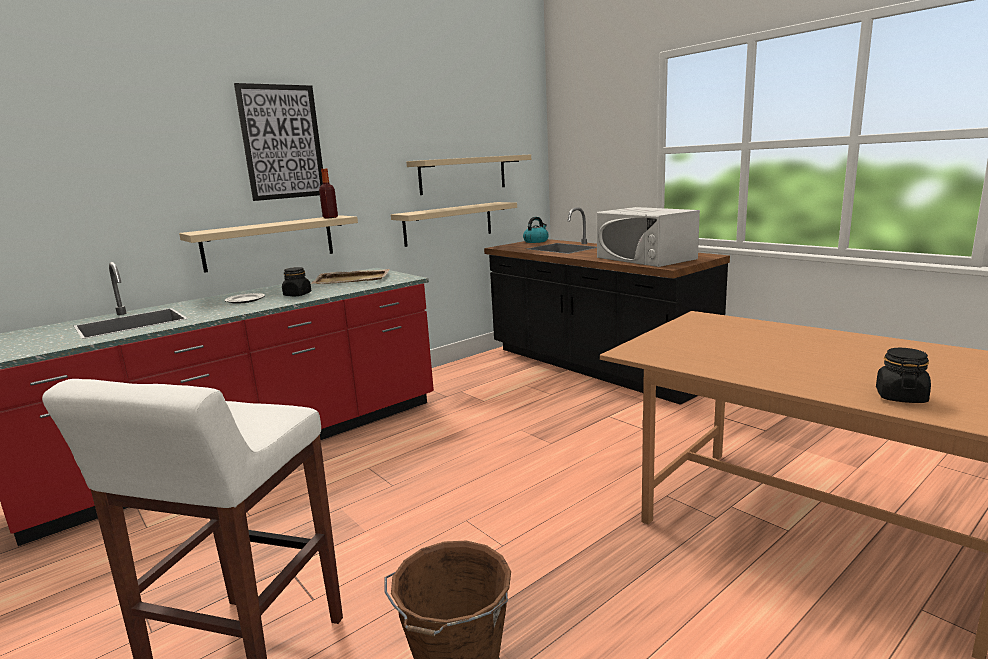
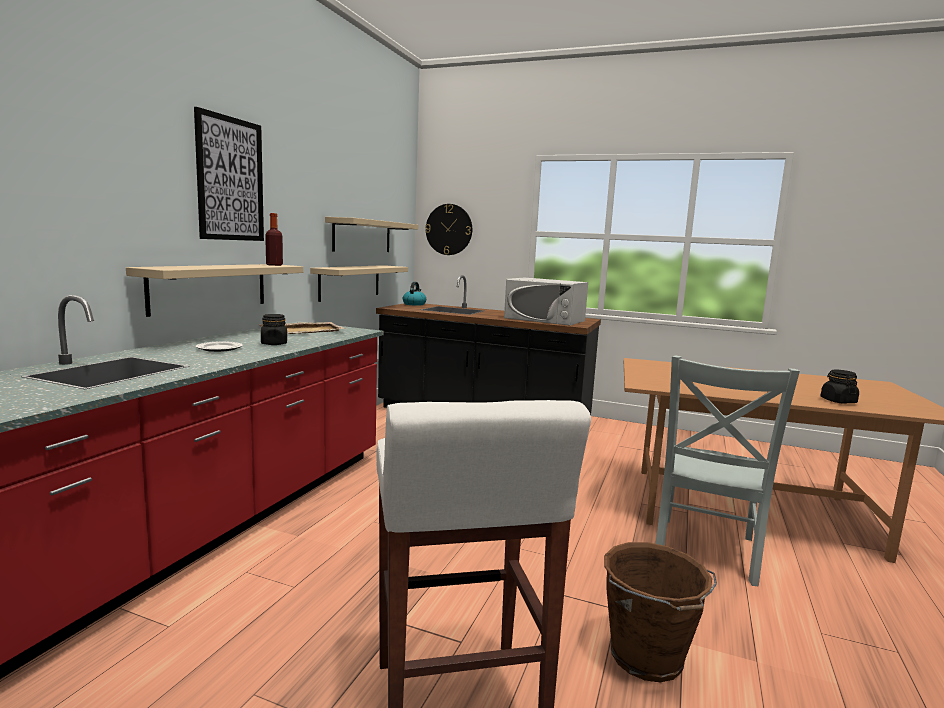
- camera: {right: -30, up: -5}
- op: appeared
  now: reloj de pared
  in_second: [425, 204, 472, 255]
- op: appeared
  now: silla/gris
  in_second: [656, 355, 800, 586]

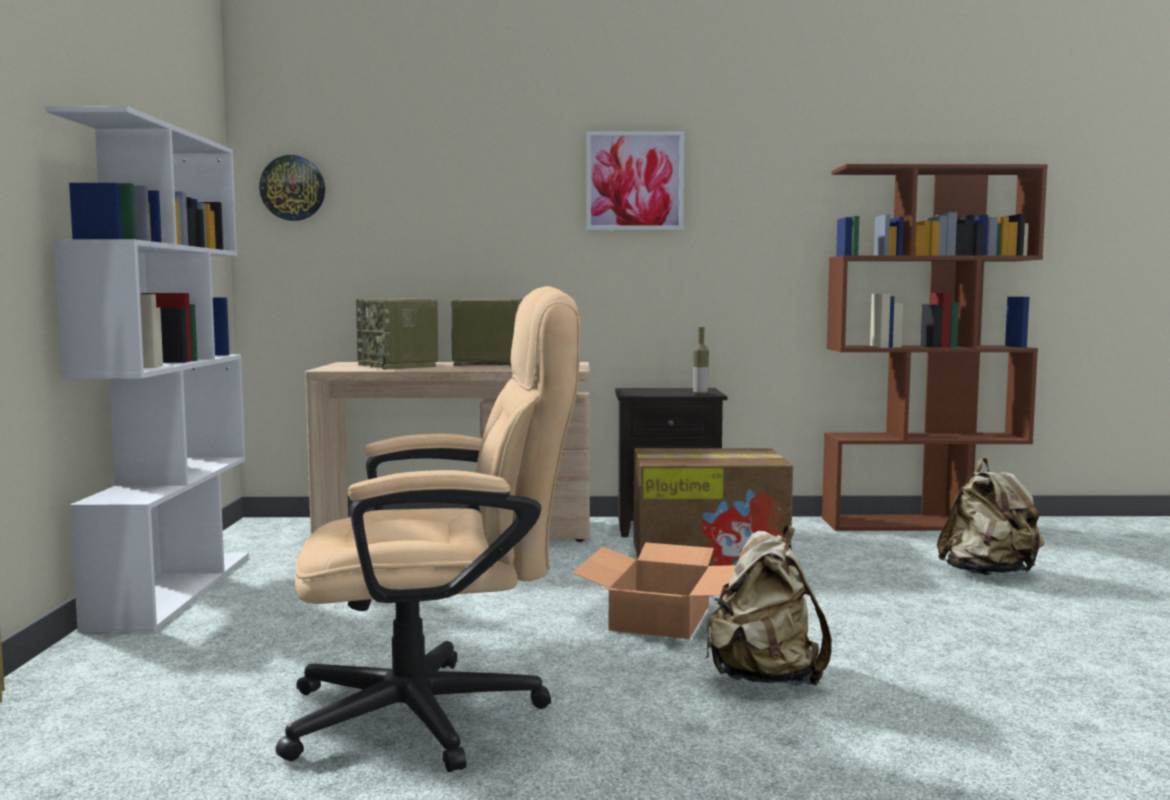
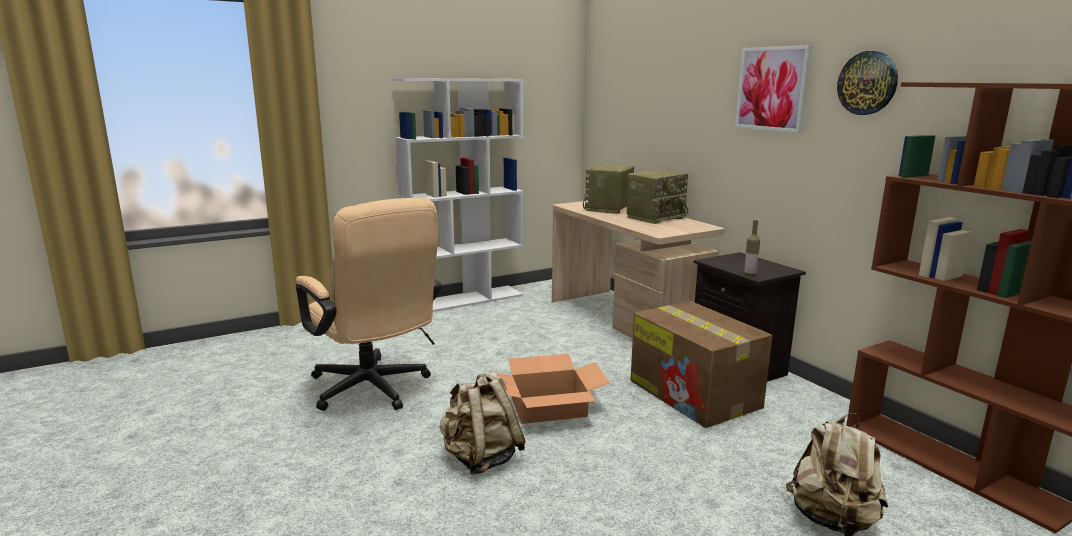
- camera: {right: 60, up: 10}
- op: relocated
  was: reloj de pared
  in_first: [259, 155, 325, 221]
  in_second: [837, 51, 898, 115]
- op: spun
  was: radio
  in_first: [451, 299, 523, 366]
  in_second: [627, 170, 688, 224]
  clockwise: 75

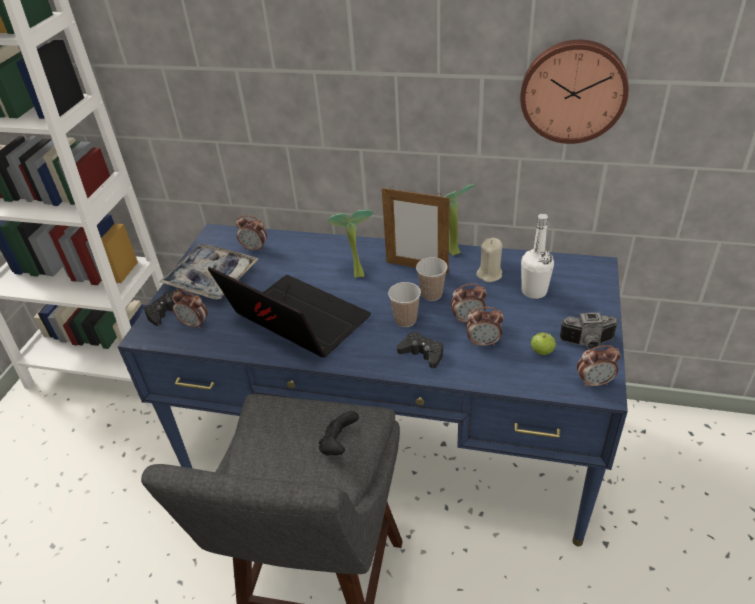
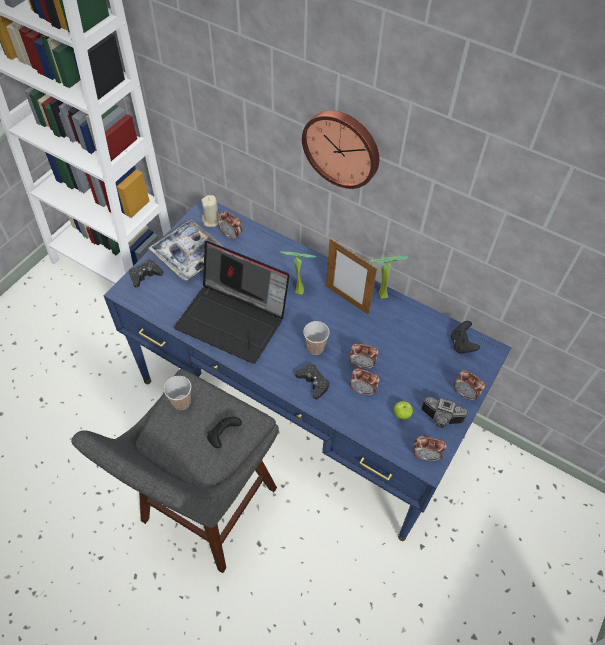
- camera: {right: 15, up: 15}
- op: missing
  was: botella/blanco
  in_first: [521, 214, 554, 299]
- op: appeared
  now: mando de consola/negro
  in_second: [451, 321, 480, 354]
- op: relocated
  was: despertador
  in_first: [172, 289, 208, 329]
  in_second: [454, 370, 485, 401]
- op: relocated
  was: taza
  in_first: [416, 257, 447, 301]
  in_second: [164, 376, 192, 410]
- op: relocated
  was: vela/beis
  in_first: [476, 237, 502, 282]
  in_second: [201, 195, 220, 227]
- op: relocated
  was: reloj de pared
  in_first: [520, 40, 629, 144]
  in_second: [302, 110, 379, 189]
- op: spun
  was: portátil
  in_first: [208, 267, 371, 357]
  in_second: [174, 241, 290, 364]
  clockwise: 150

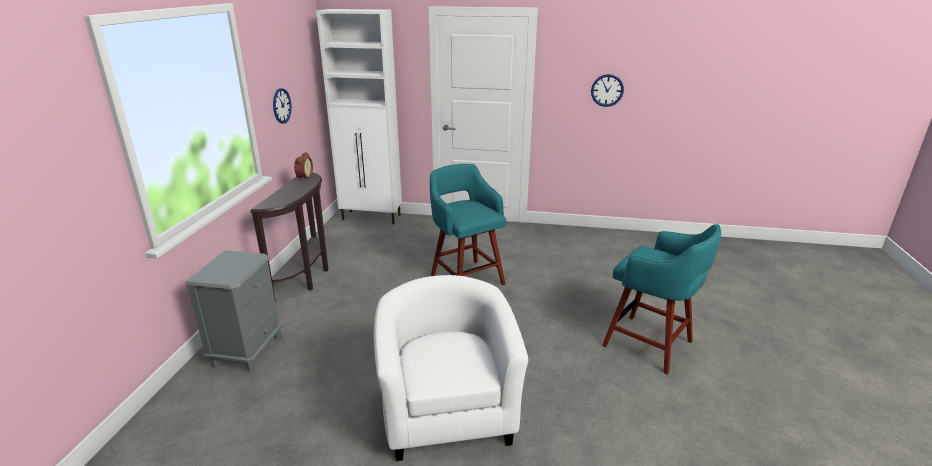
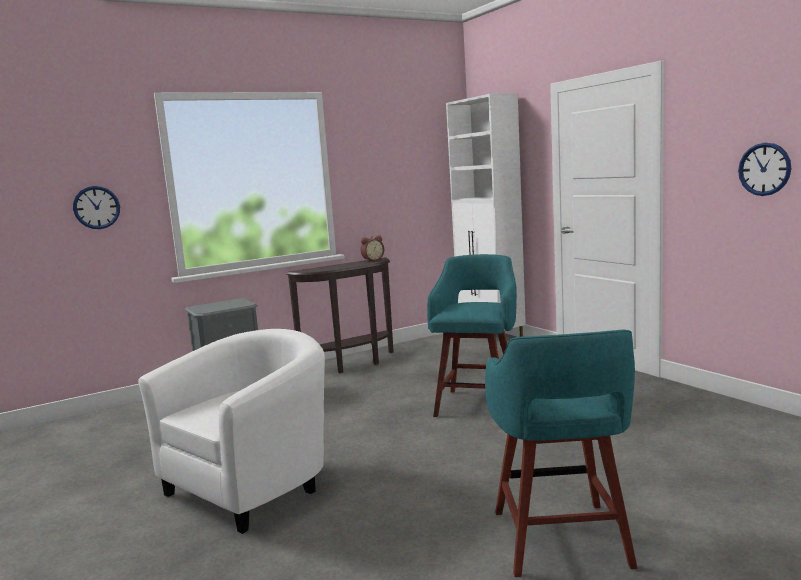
- camera: {right: 50, up: -15}
- op: relocated
  was: reloj de pared
  in_first: [273, 88, 292, 124]
  in_second: [73, 186, 120, 229]

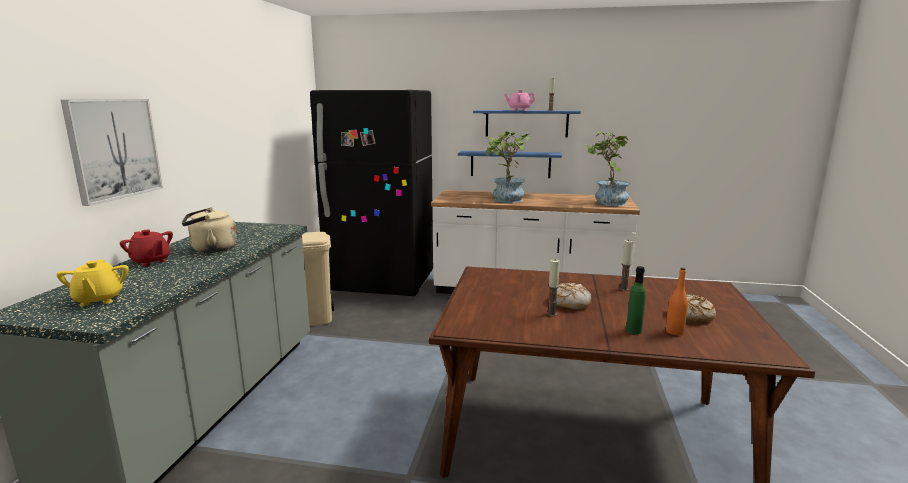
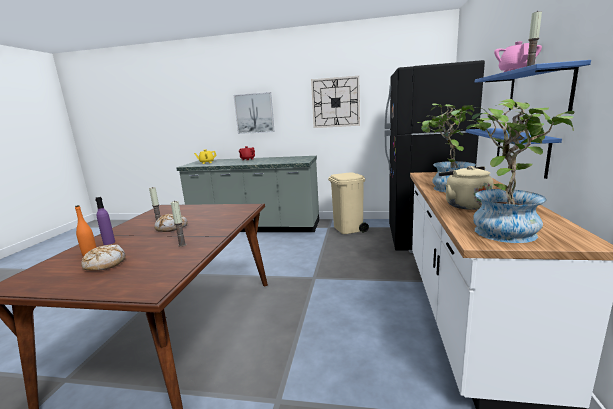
- camera: {right: 90, up: 0}
- op: appeared
  now: reloj de pared
  in_second: [311, 76, 360, 128]
- op: relocated
  was: hervidor/beis
  in_first: [182, 208, 237, 253]
  in_second: [439, 166, 493, 210]
- op: colour
  was: botella/verde
  now: botella/morado
  in_first: [626, 266, 646, 334]
  in_second: [95, 197, 115, 245]

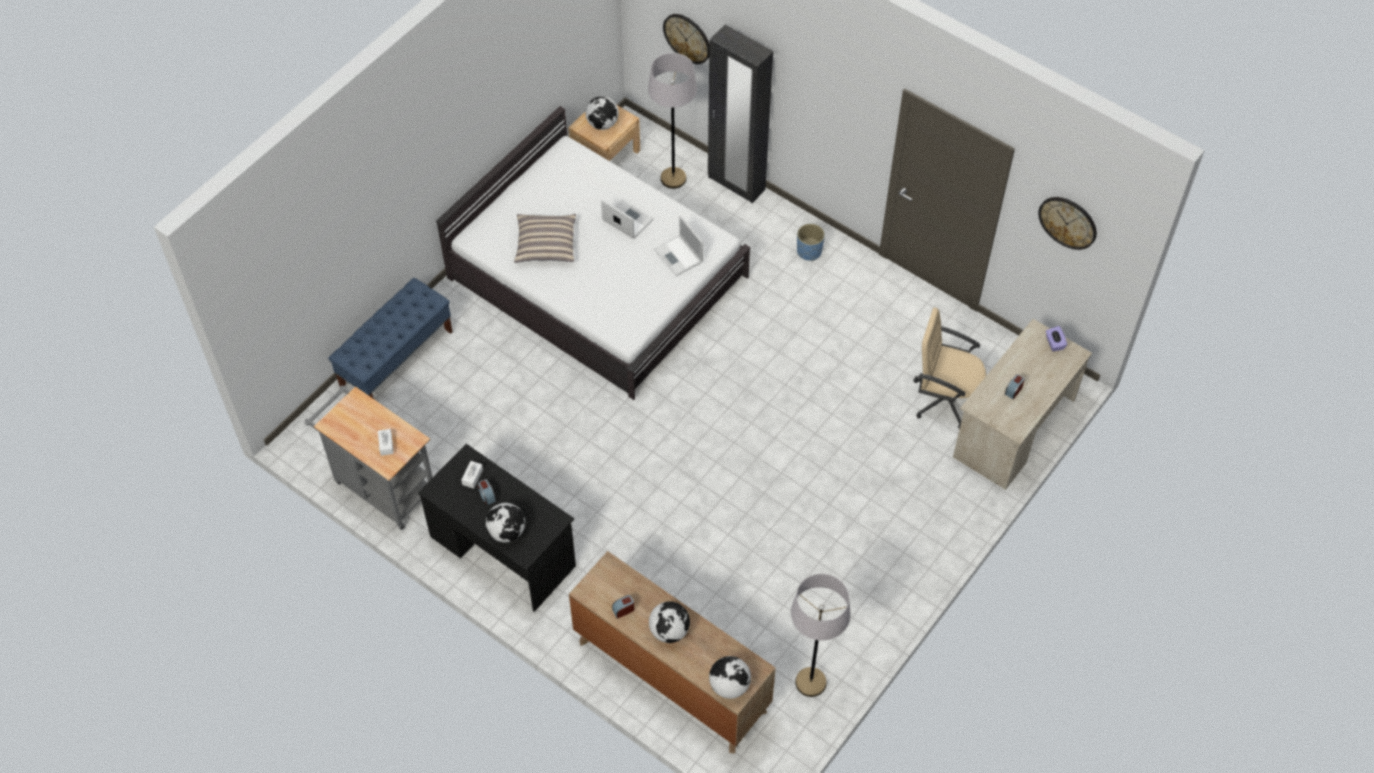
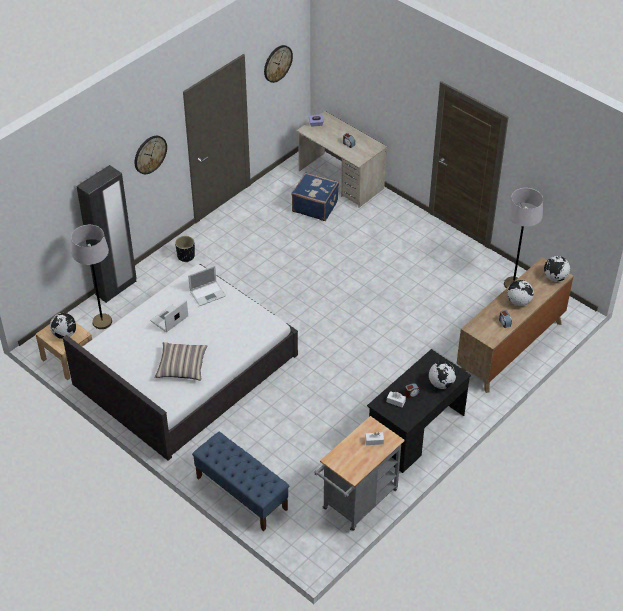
- camera: {right: -85, up: -10}
- op: relocated
  was: reloj de pared
  in_first: [663, 14, 710, 64]
  in_second: [135, 136, 167, 174]
- op: exchanged
  was: silla de oficina/beis
  now: maleta/azul
  in_first: [914, 308, 986, 429]
  in_second: [291, 172, 339, 221]
- op: colour
  was: maceta/azul
  now: maceta/negro
  in_first: [797, 224, 825, 261]
  in_second: [175, 236, 195, 262]

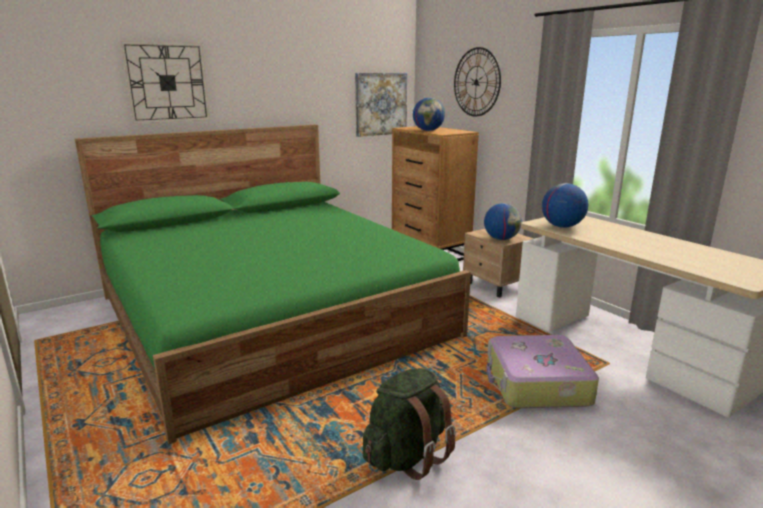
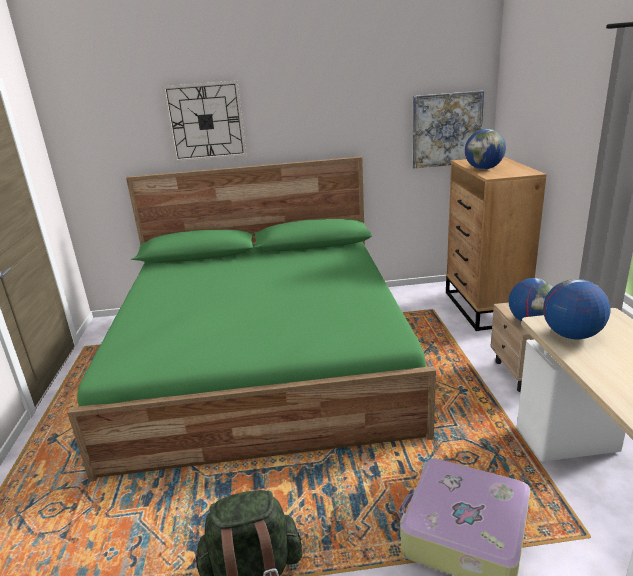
- camera: {right: 30, up: 5}
- op: missing
  was: reloj de pared
  in_first: [454, 47, 501, 116]

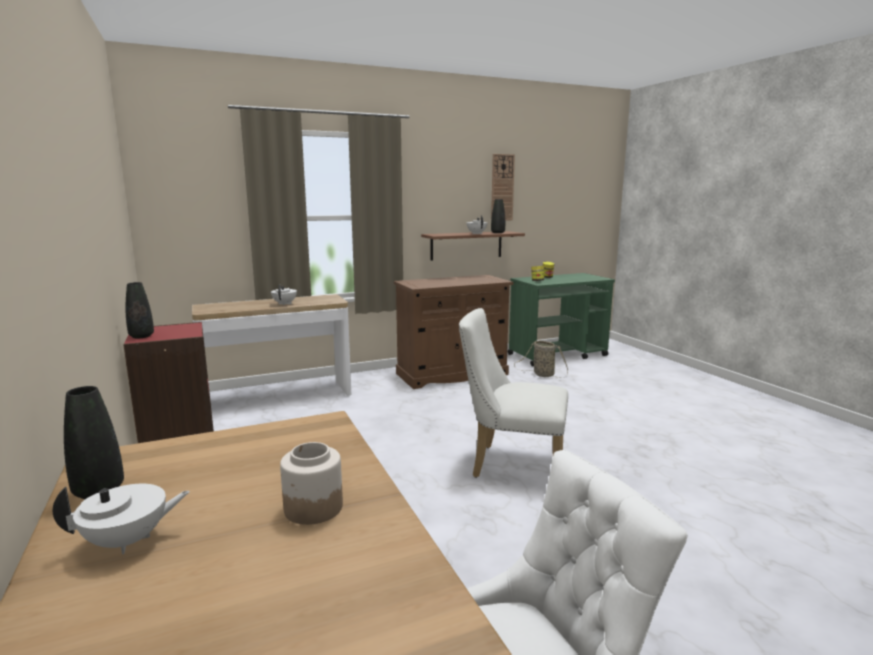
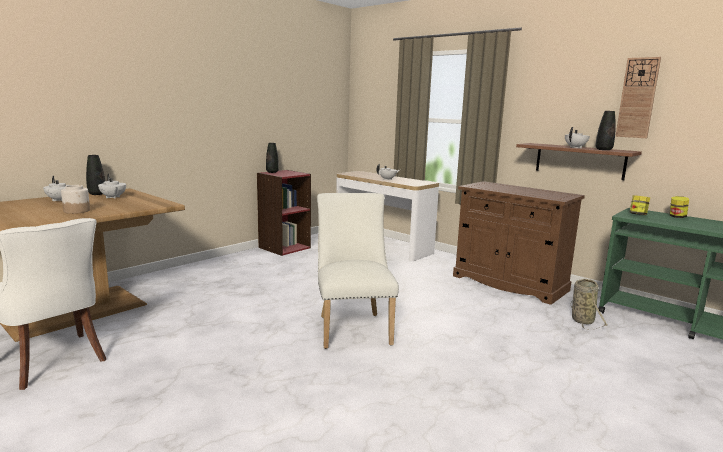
- camera: {right: 65, up: 0}
- op: appeared
  now: tetera/blanco
  in_second: [98, 174, 126, 199]

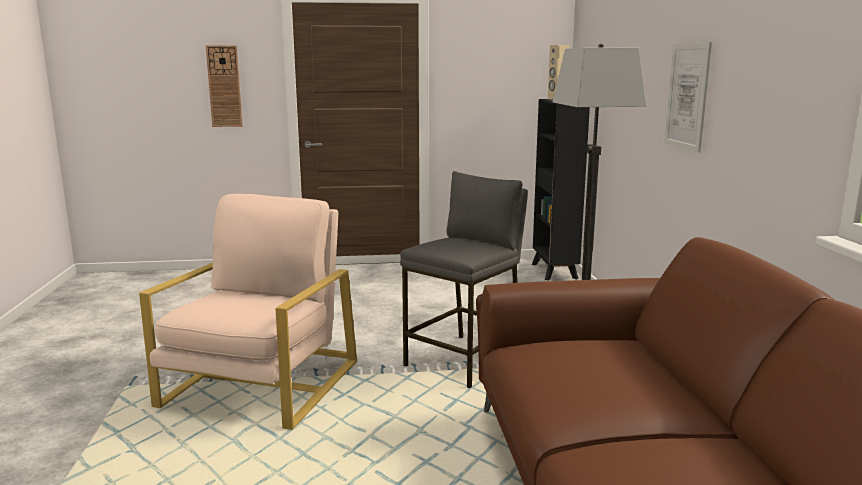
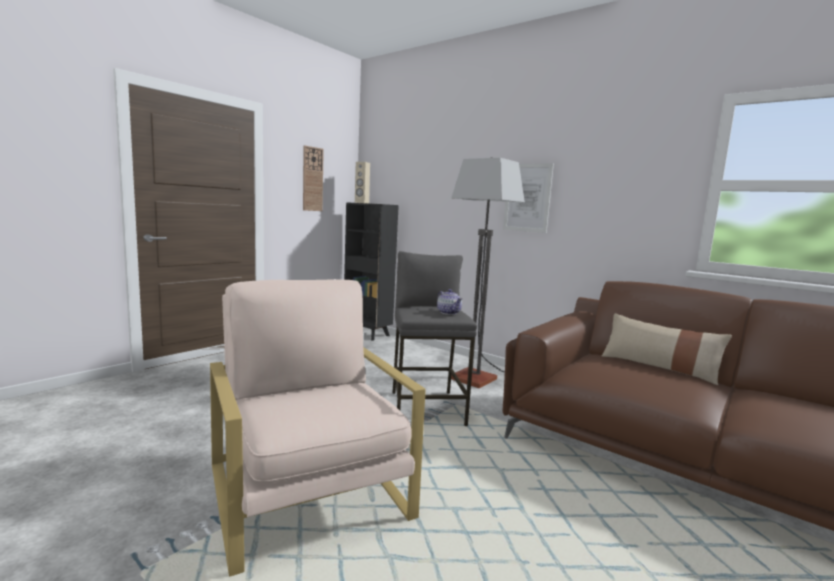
- camera: {right: -45, up: -5}
- op: appeared
  now: tetera
  in_second: [437, 289, 462, 315]
- op: appeared
  now: cojín/beis
  in_second: [602, 313, 732, 385]
- op: relocated
  was: reloj de pared
  in_first: [206, 45, 243, 127]
  in_second: [303, 146, 324, 211]

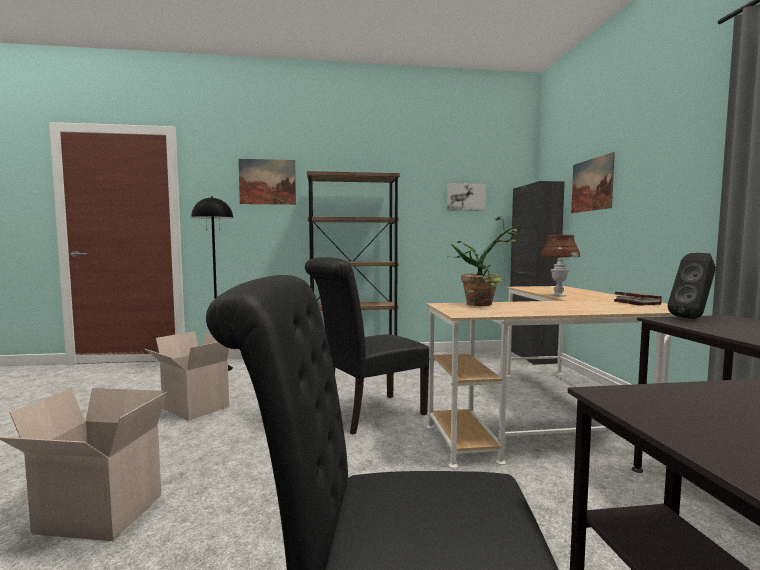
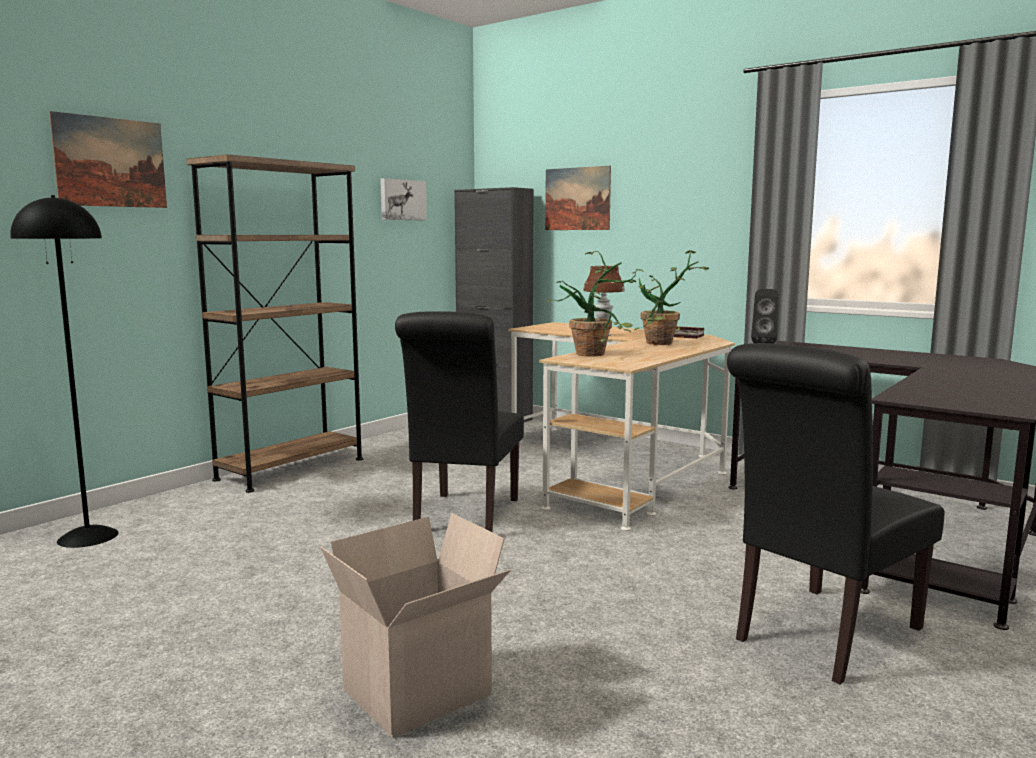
- camera: {right: -45, up: 5}
- op: missing
  was: caja de cartón
  in_first: [144, 331, 231, 421]
- op: appeared
  now: planta en maceta
  in_second: [634, 250, 709, 345]

